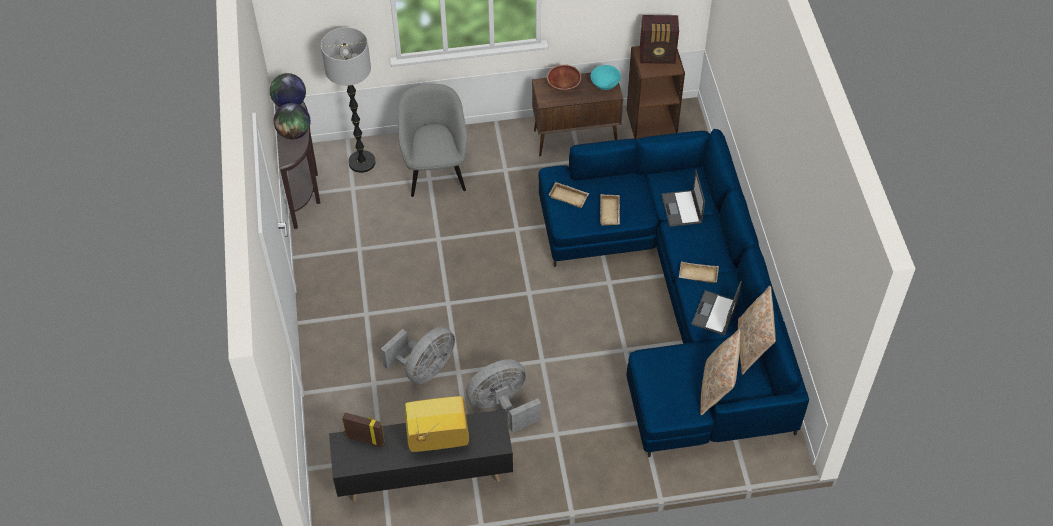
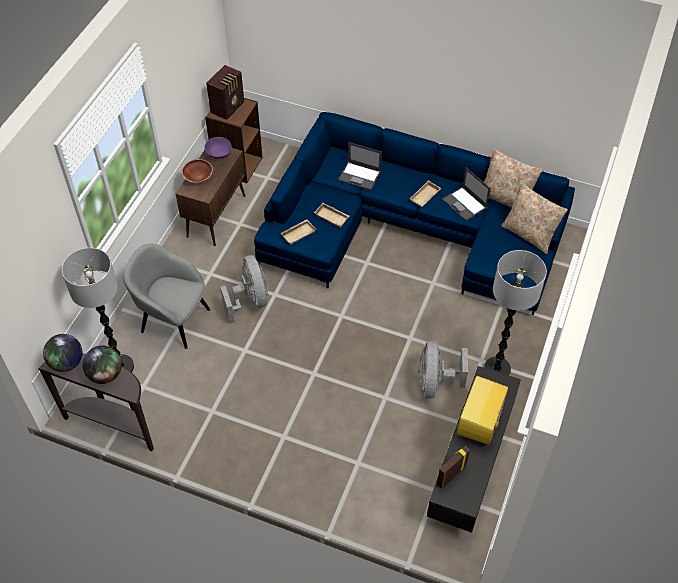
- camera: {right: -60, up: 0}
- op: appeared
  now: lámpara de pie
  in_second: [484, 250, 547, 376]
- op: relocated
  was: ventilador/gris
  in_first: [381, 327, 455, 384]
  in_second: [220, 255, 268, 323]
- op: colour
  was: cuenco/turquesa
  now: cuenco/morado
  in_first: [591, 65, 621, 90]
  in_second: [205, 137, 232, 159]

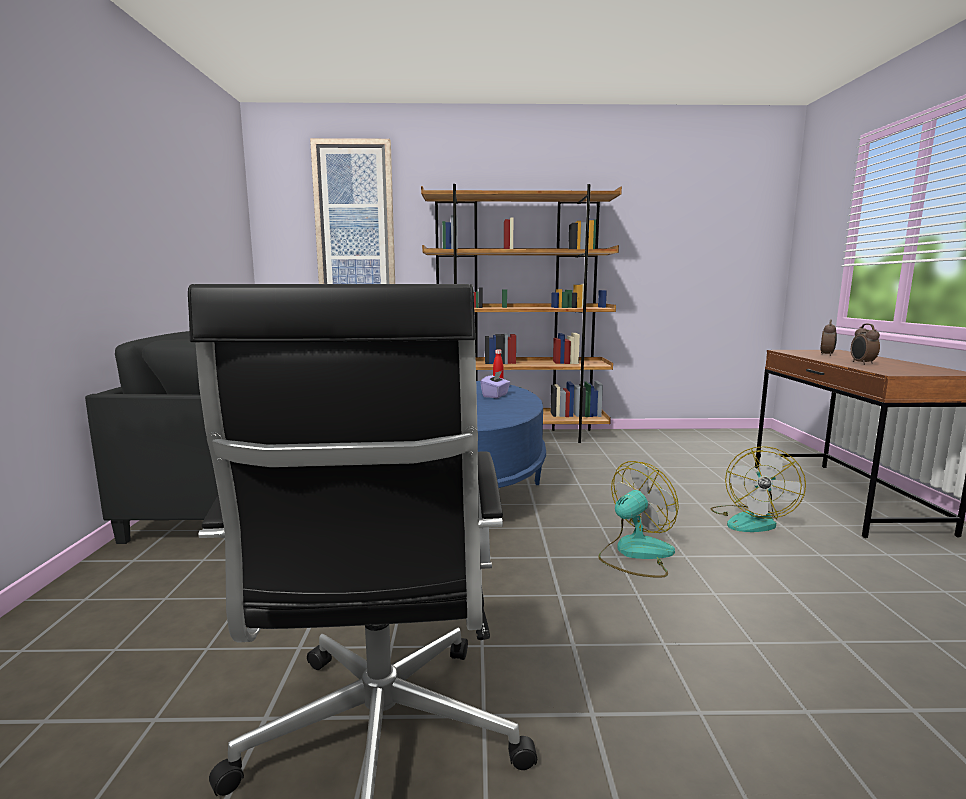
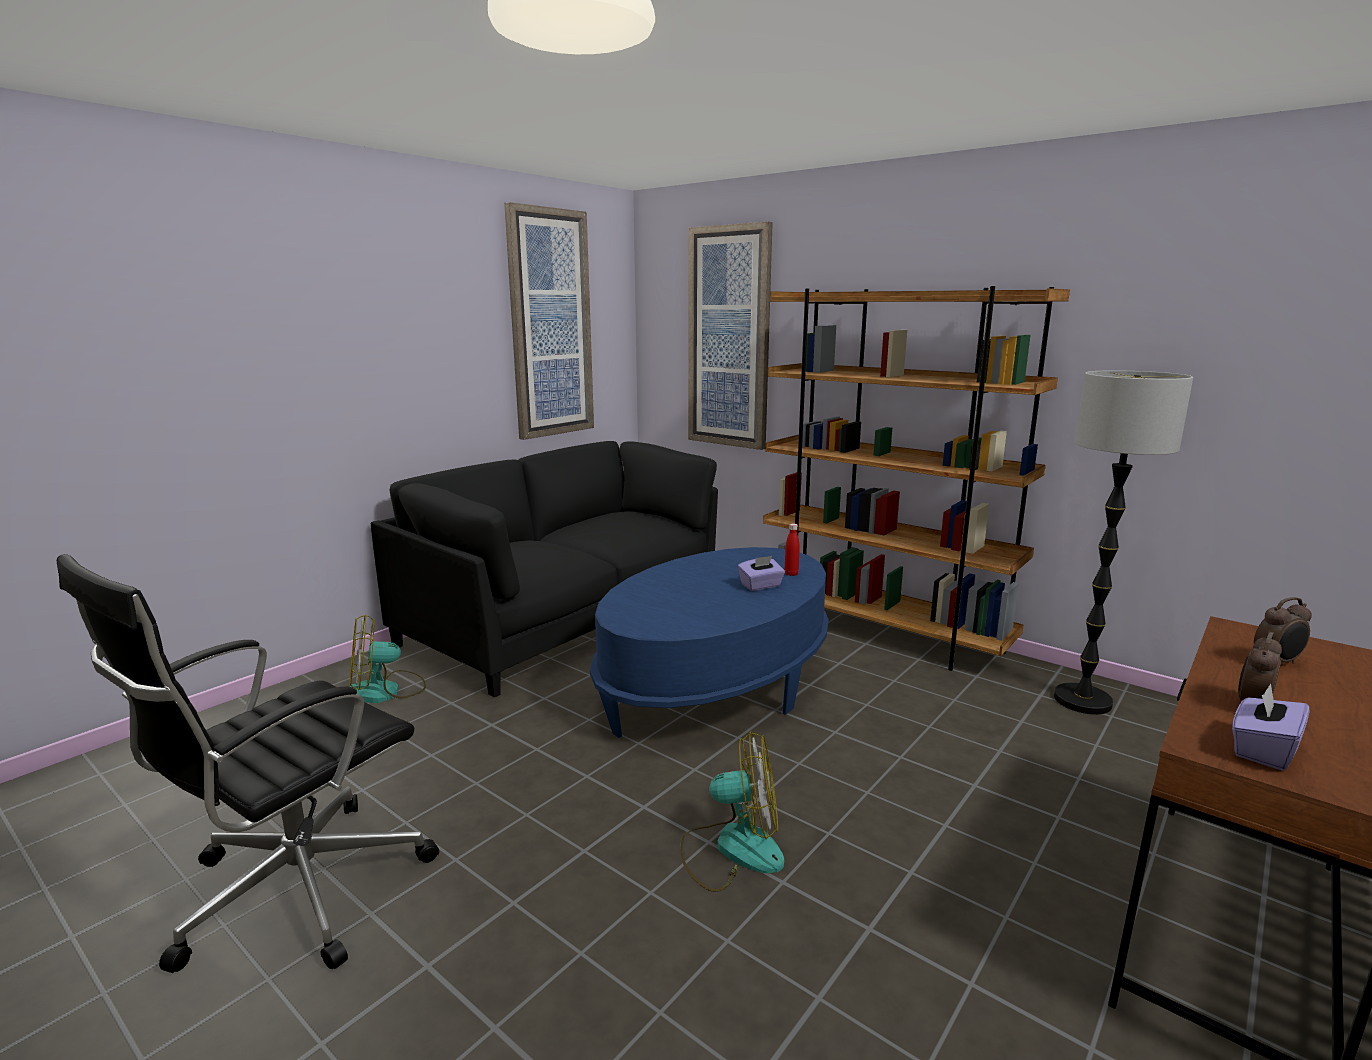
- camera: {right: 40, up: 5}
- op: appeared
  now: cuadro
  in_second: [504, 202, 594, 440]
- op: appeared
  now: lámpara de pie
  in_second: [1054, 370, 1193, 715]
- op: appeared
  now: caja de pañuelos/morado
  in_second: [1232, 683, 1309, 771]
- op: relocated
  was: ventilador
  in_first: [711, 446, 806, 532]
  in_second: [349, 614, 426, 703]

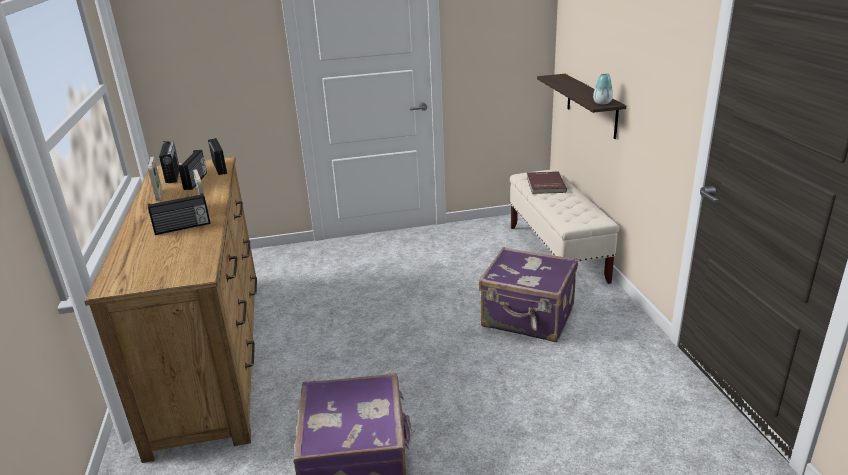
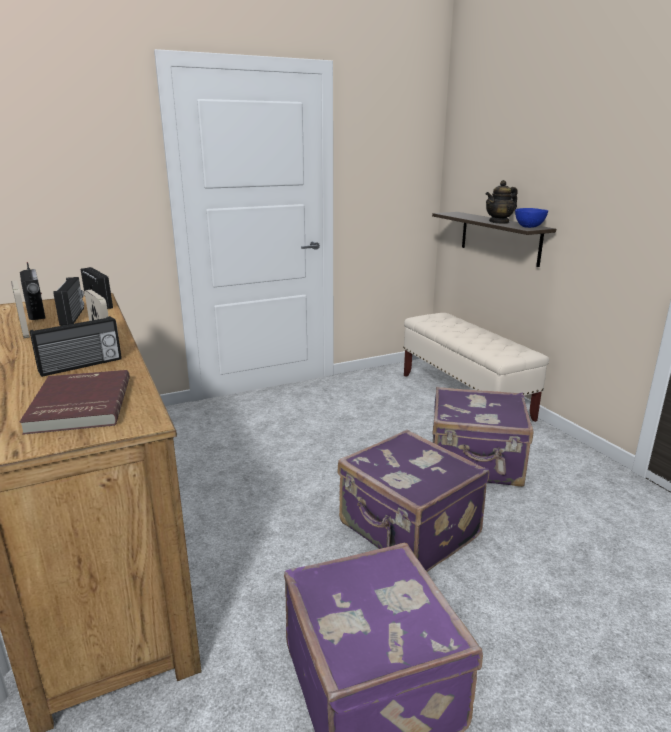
- camera: {right: -15, up: -5}
- op: appeared
  now: maleta/morado
  in_second: [338, 430, 489, 572]
- op: appeared
  now: tetera
  in_second: [486, 180, 518, 224]
- op: relocated
  was: libro/rojo
  in_first: [527, 171, 567, 194]
  in_second: [20, 370, 130, 435]
- op: exchanged
  was: florero
  now: cuenco/azul
  in_first: [593, 73, 613, 104]
  in_second: [515, 208, 548, 228]

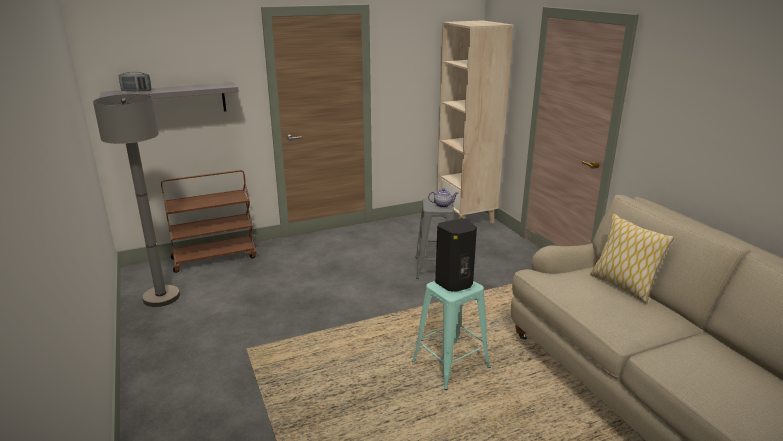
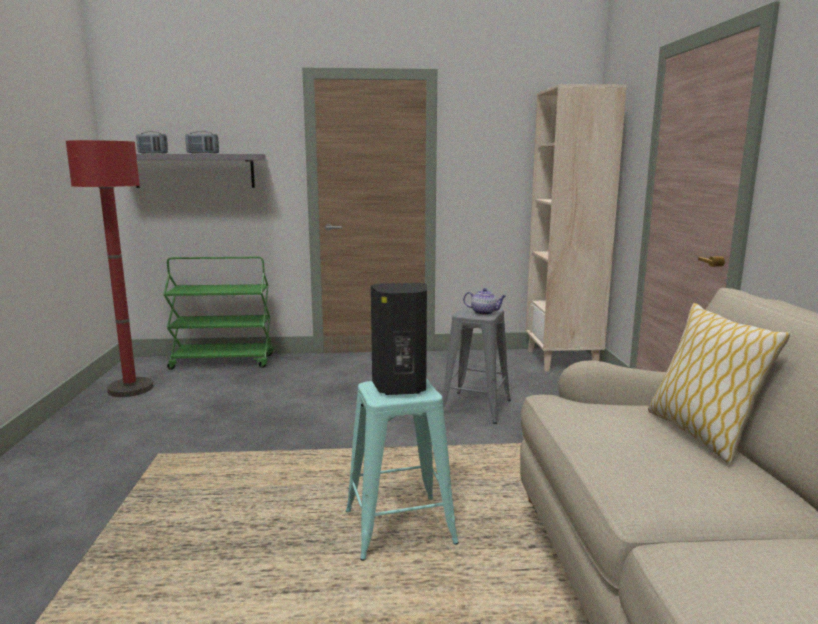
- camera: {right: 20, up: -10}
- op: appeared
  now: radio
  in_second: [185, 131, 219, 153]
- op: colour
  was: lámpara de pie/gris
  now: lámpara de pie/rojo
  in_first: [93, 94, 180, 307]
  in_second: [66, 140, 153, 397]
- op: colour
  was: carrito/marrón
  now: carrito/verde
  in_first: [161, 170, 256, 273]
  in_second: [163, 257, 273, 370]

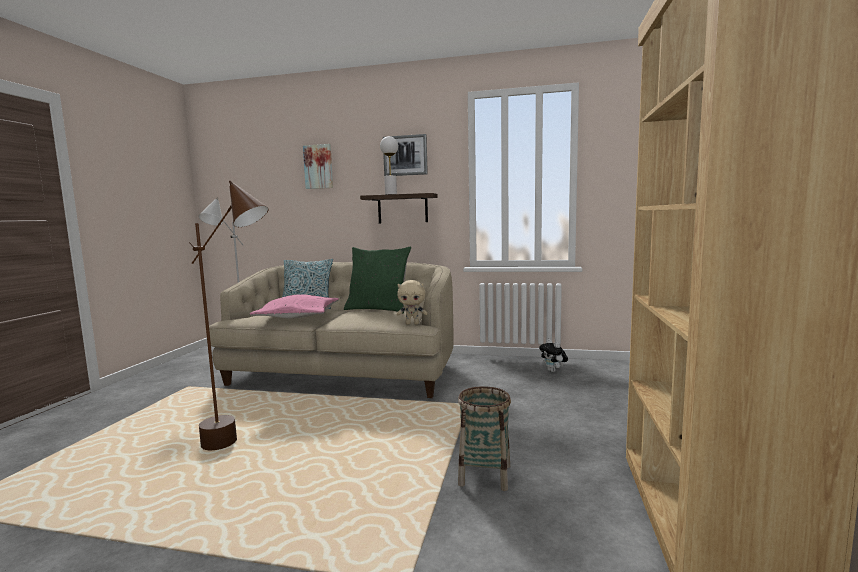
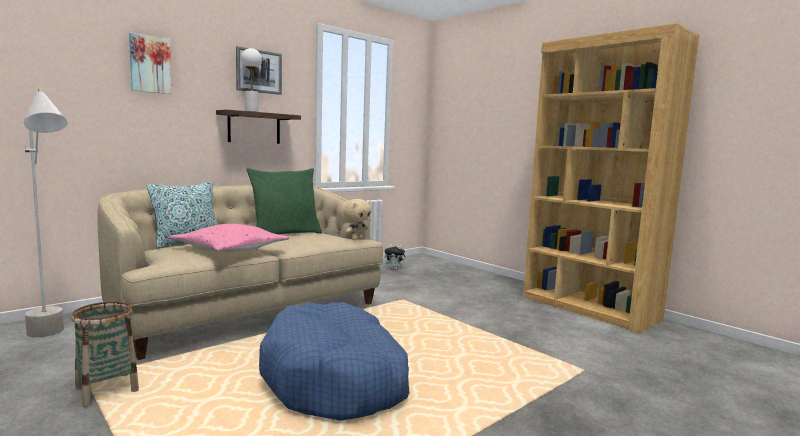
- camera: {right: -55, up: 0}
- op: relocated
  was: cesta
  in_first: [458, 386, 511, 491]
  in_second: [71, 301, 139, 407]
- op: exchanged
  was: lámpara de pie/marrón
  now: cama para perro/azul
  in_first: [189, 181, 269, 450]
  in_second: [259, 302, 410, 421]

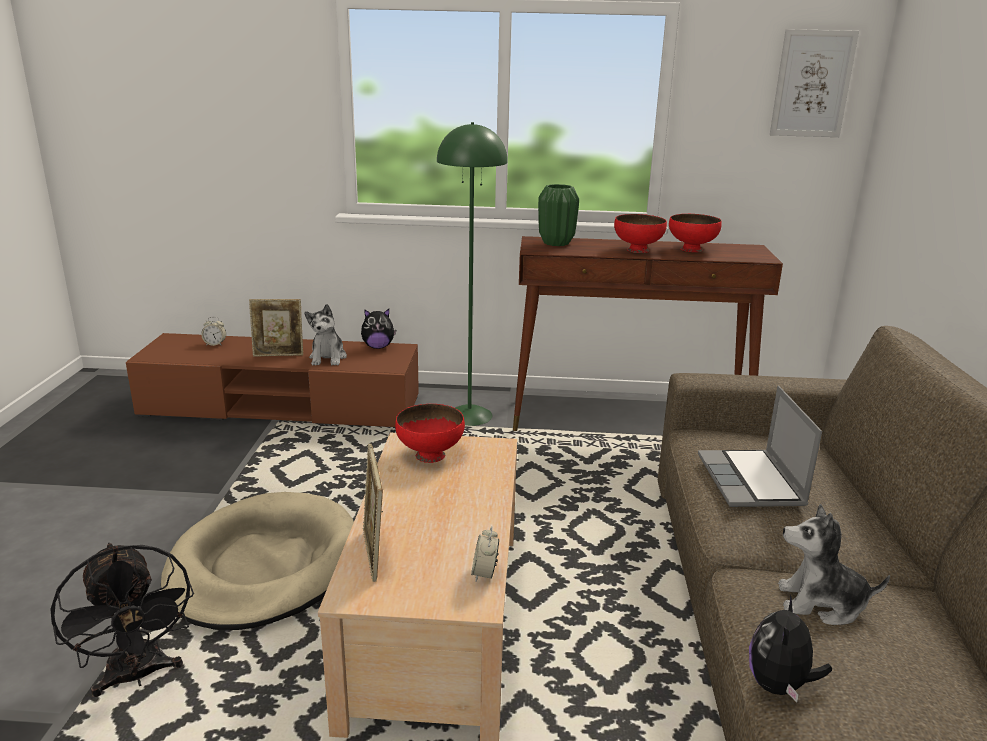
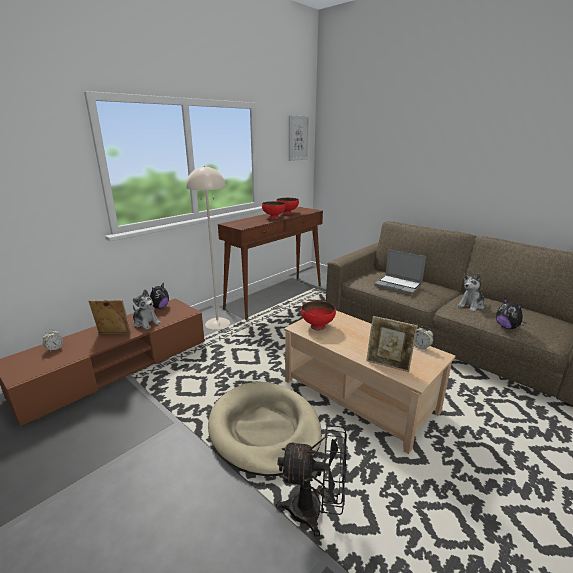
- camera: {right: -50, up: 0}
- op: missing
  was: florero/verde
  in_first: [538, 184, 579, 246]
- op: colour
  was: lámpara de pie/verde
  now: lámpara de pie/beis
  in_first: [437, 122, 508, 426]
  in_second: [186, 166, 230, 330]
- op: spun
  was: portarretratos
  in_first: [249, 299, 303, 357]
  in_second: [88, 300, 131, 334]
  clockwise: -120

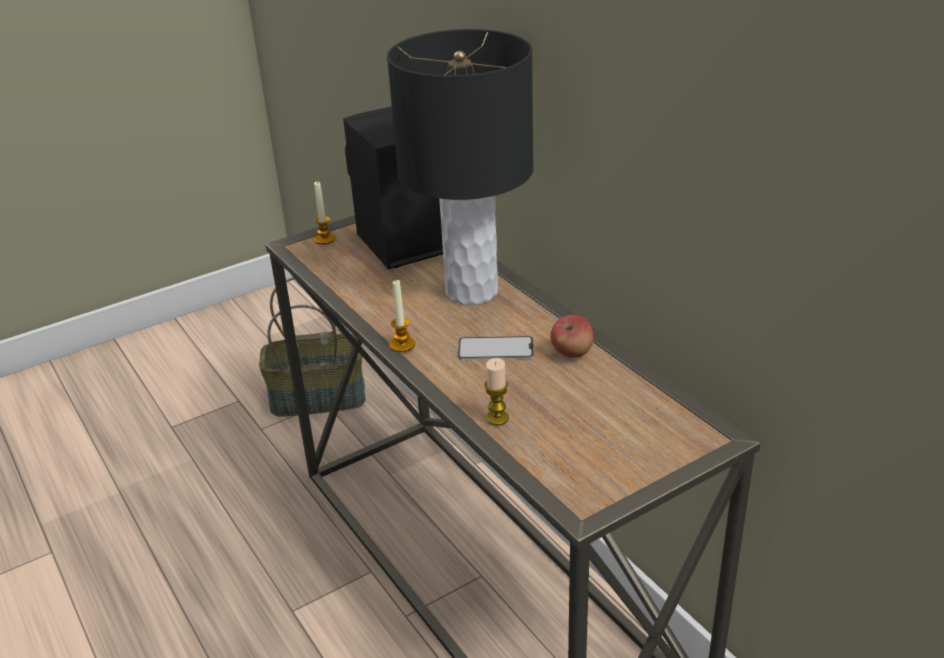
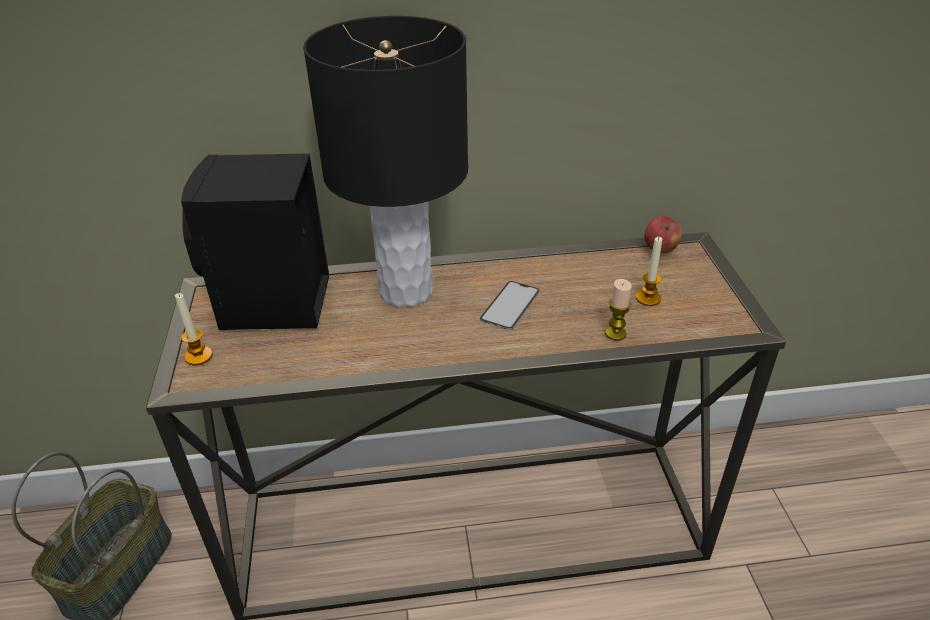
- camera: {right: -65, up: 5}
- op: relocated
  was: vela
  in_first: [390, 280, 415, 352]
  in_second: [636, 237, 662, 306]
- op: relocated
  was: manzana
  in_first: [550, 315, 594, 358]
  in_second: [644, 216, 682, 253]

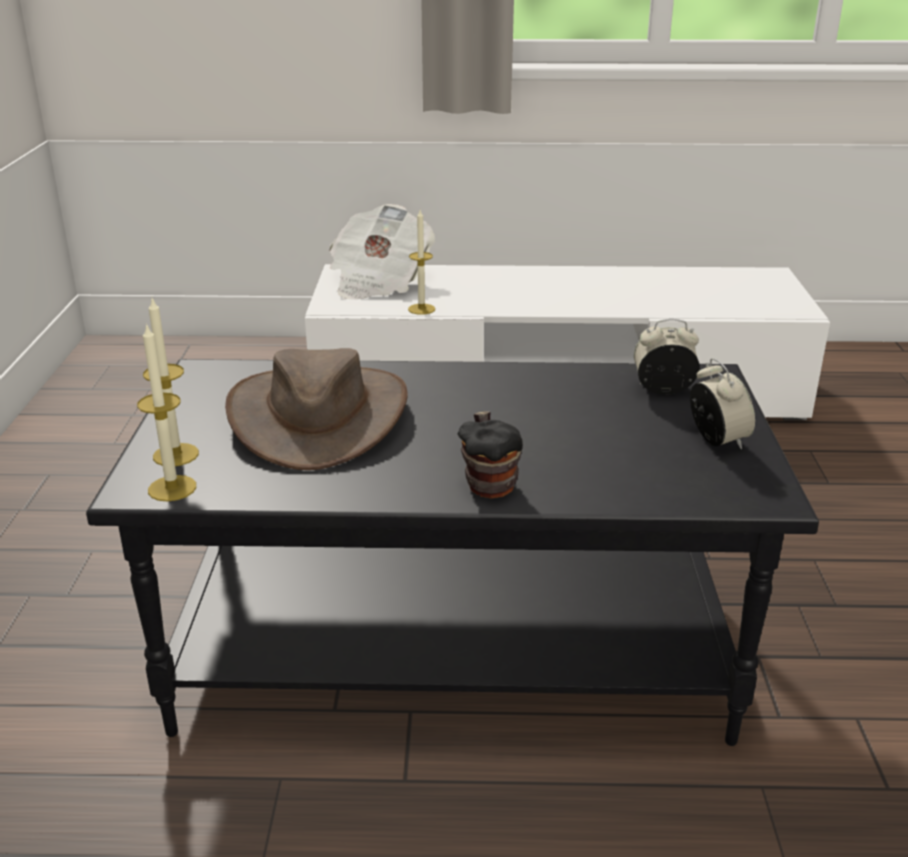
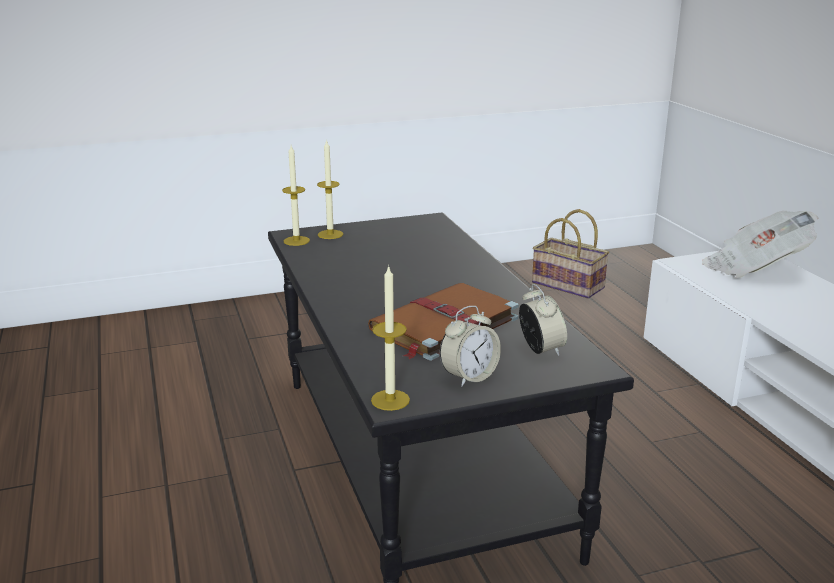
- camera: {right: 70, up: -5}
- op: missing
  was: sombrero/marrón
  in_first: [225, 348, 408, 470]
- op: missing
  was: taza grande
  in_first: [458, 411, 523, 499]
- op: appeared
  now: libro/marrón
  in_second: [368, 283, 519, 360]
- op: appeared
  now: cesta
  in_second: [532, 209, 609, 299]
- op: relocated
  was: vela
  in_first: [408, 210, 435, 315]
  in_second: [371, 265, 410, 411]

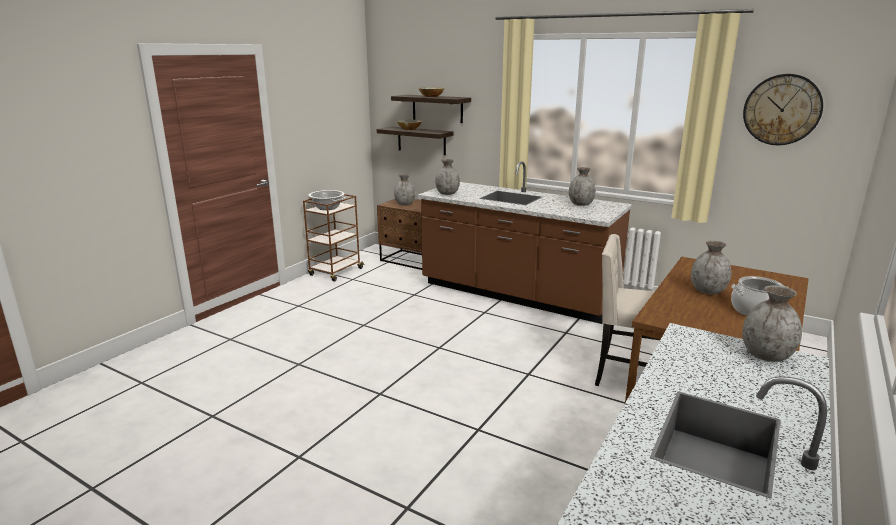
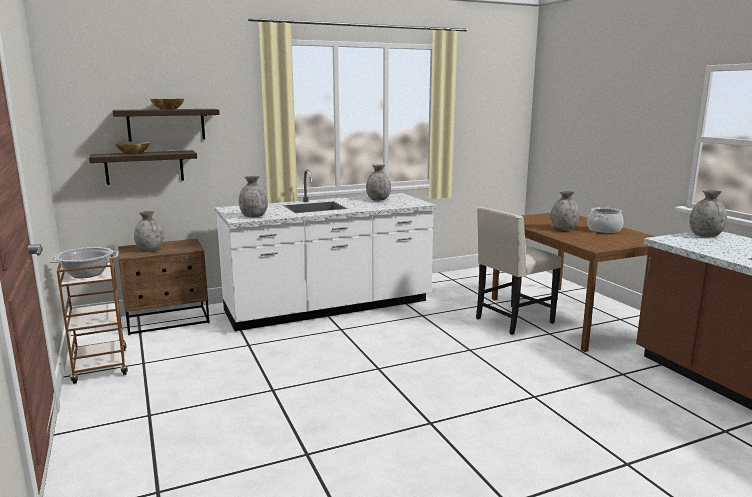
- camera: {right: -55, up: -5}
- op: missing
  was: reloj de pared
  in_first: [743, 74, 823, 145]
- op: colour
  was: mueble bajo de cocina/marrón
  now: mueble bajo de cocina/blanco
  in_first: [418, 161, 632, 324]
  in_second: [215, 169, 437, 331]

